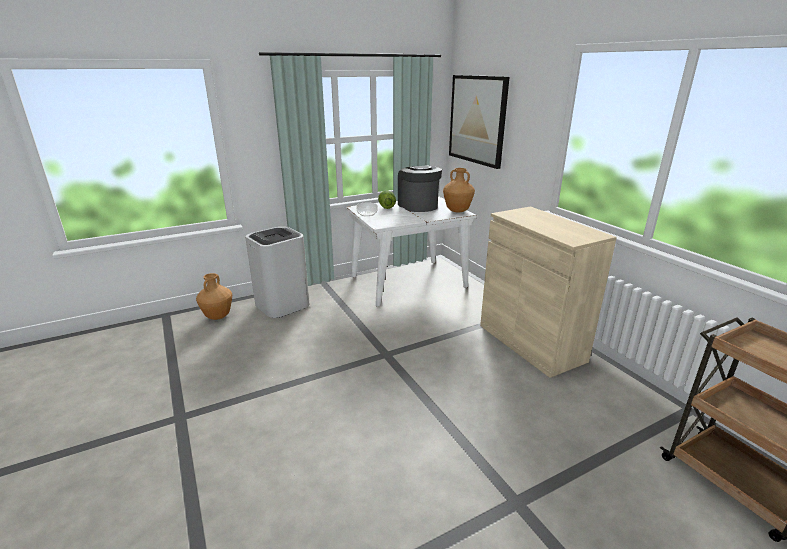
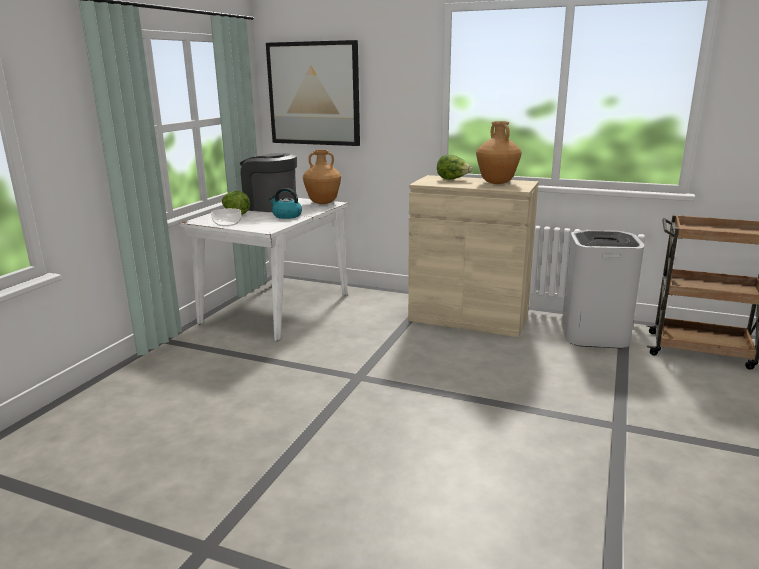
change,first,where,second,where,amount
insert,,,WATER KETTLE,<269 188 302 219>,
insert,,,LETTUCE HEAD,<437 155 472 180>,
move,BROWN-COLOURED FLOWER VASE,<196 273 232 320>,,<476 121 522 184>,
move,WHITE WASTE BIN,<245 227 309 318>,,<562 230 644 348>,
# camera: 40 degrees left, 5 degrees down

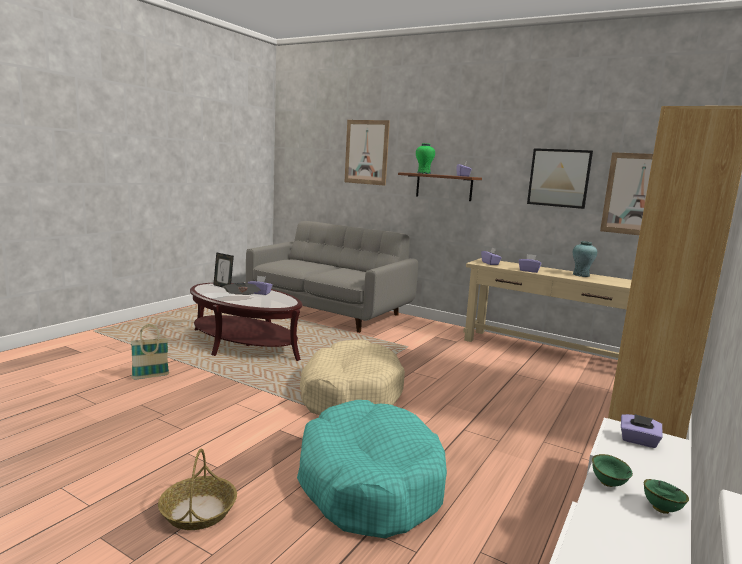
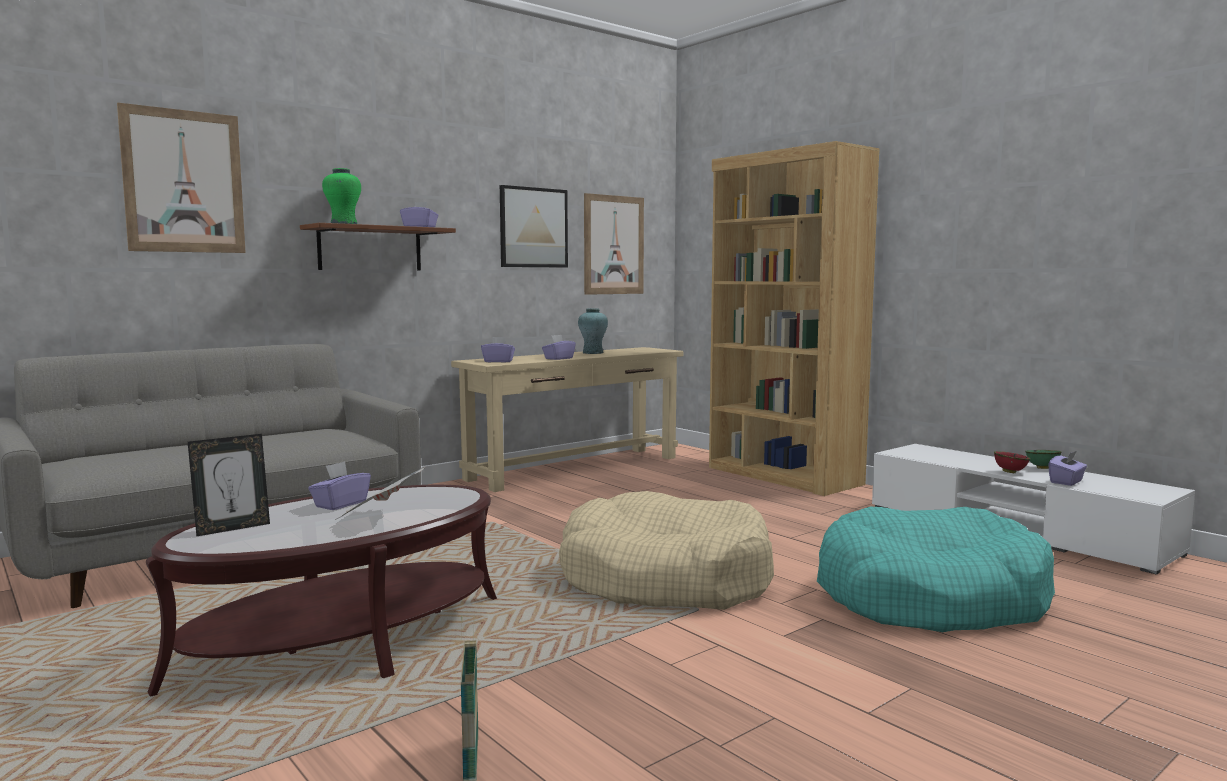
change,first,where,second,where,amount
delete,STORAGE BASKET,<158 449 237 530>,,,
move,PURPLISH BOX OF TISSUES,<621 414 663 448>,,<1048 451 1087 486>,
recolor,GREEN SERVING BOWL,<592 454 633 487>,REDDISH SERVING BOWL,<994 451 1031 473>,
# camera: 70 degrees left, 5 degrees down

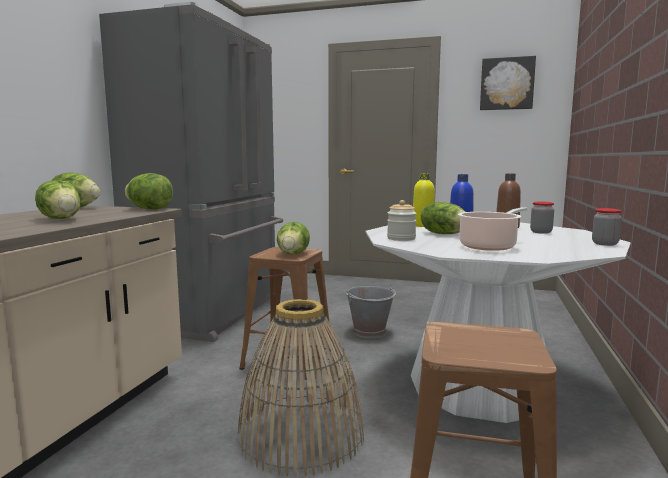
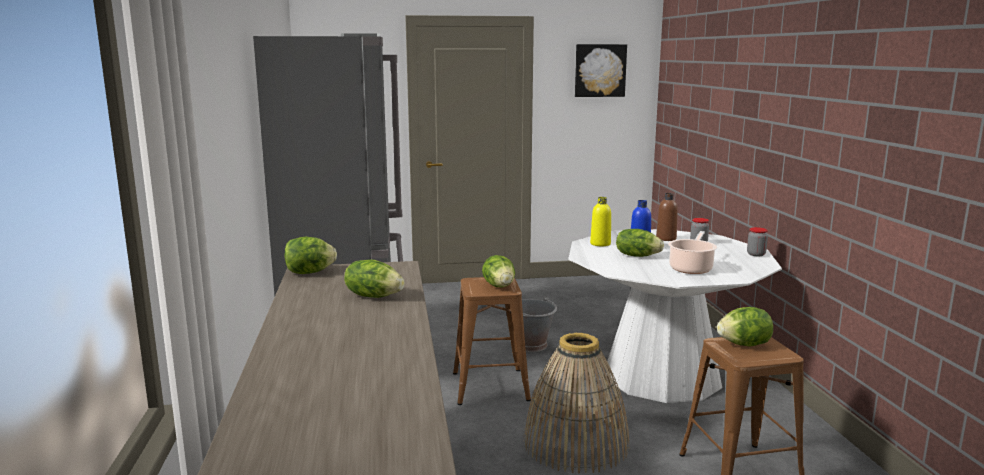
change,first,where,second,where,amount
delete,JAR,<387 200 417 241>,,,
move,LETTUCE HEAD,<124 173 173 210>,,<717 307 773 347>,
# camera: 25 degrees left, 5 degrees up

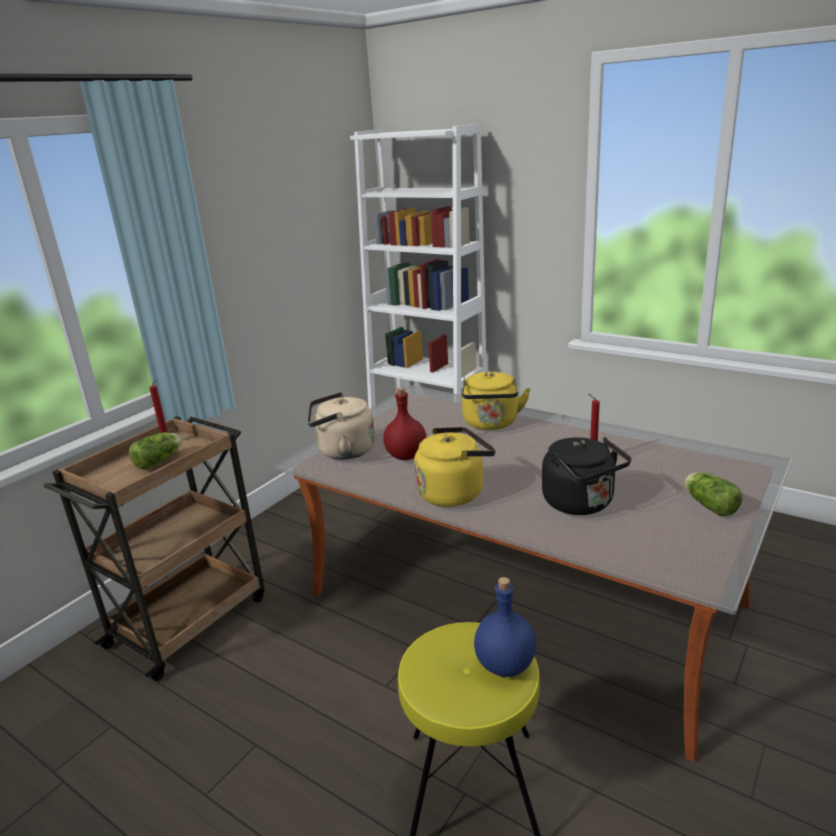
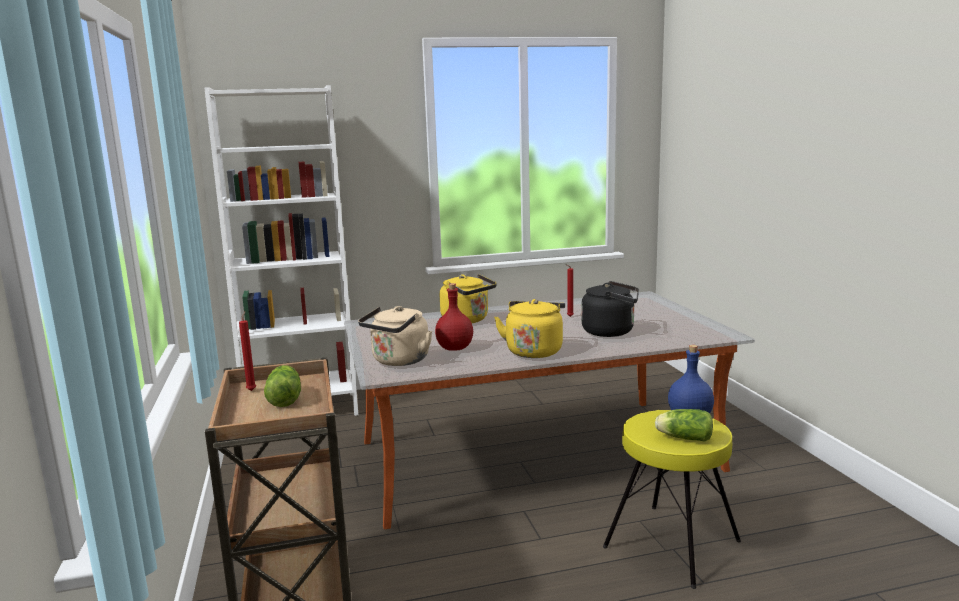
change,first,where,second,where,amount
move,LETTUCE HEAD,<684 472 743 516>,,<655 409 713 442>,
# camera: 50 degrees left, 10 degrees down

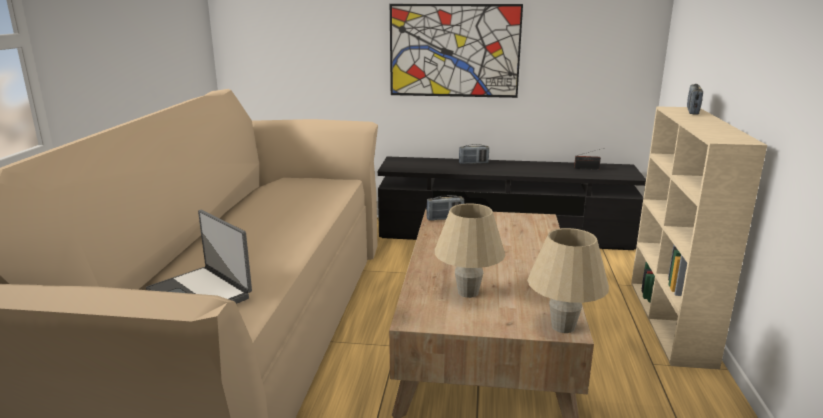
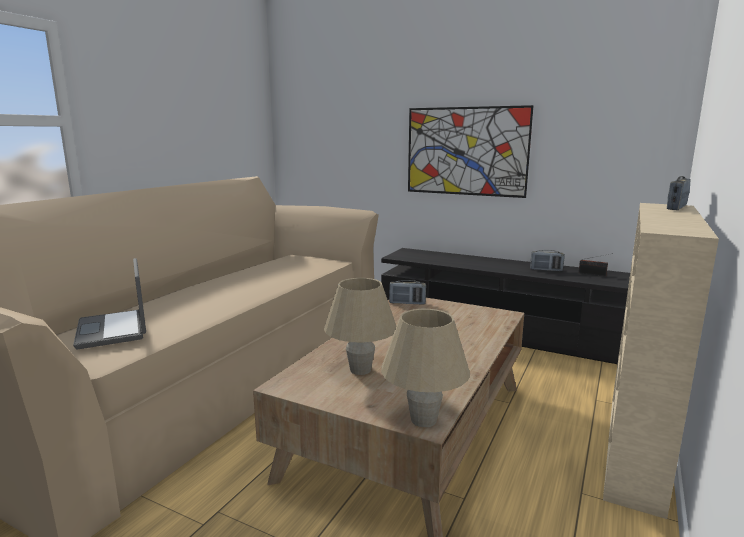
change,first,where,second,where,amount
move,RADIO SET,<459 144 489 164>,,<530 250 565 271>,
# camera: 20 degrees right, 5 degrees down

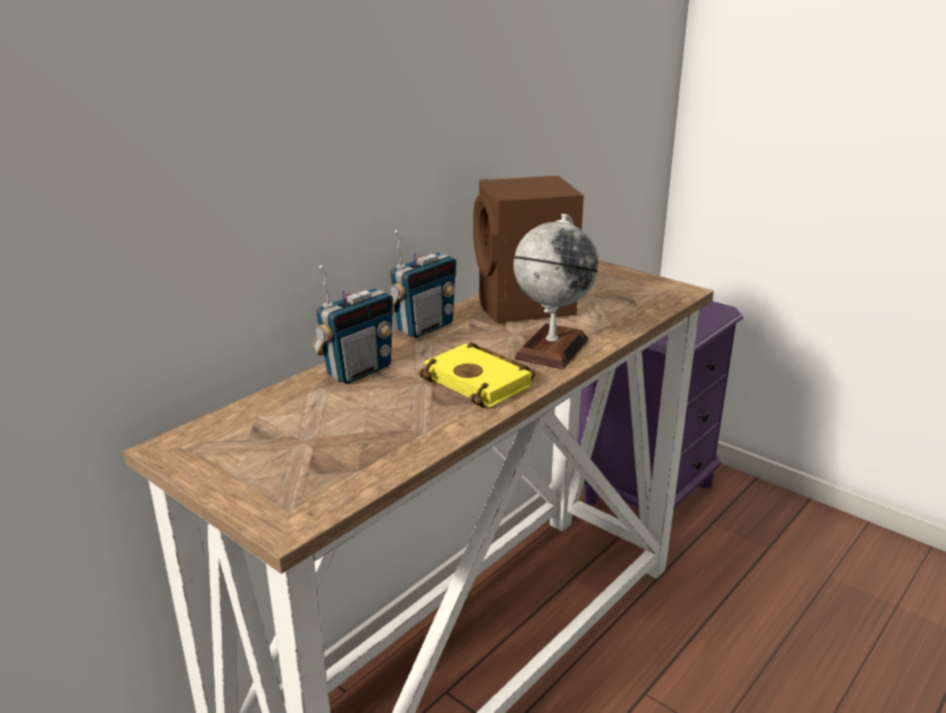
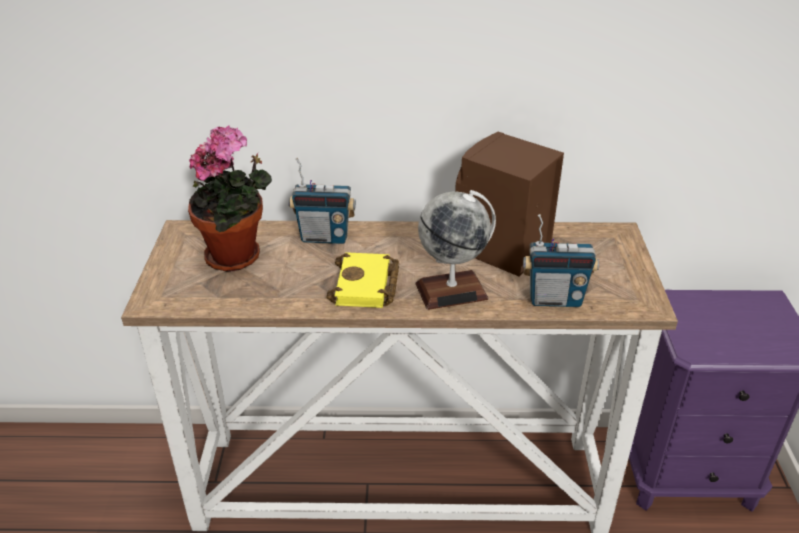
change,first,where,second,where,amount
insert,,,PLANT IN A POT,<188 125 272 272>,
move,RADIO SET,<390 230 456 338>,,<523 214 599 307>,
# camera: 50 degrees right, 10 degrees up

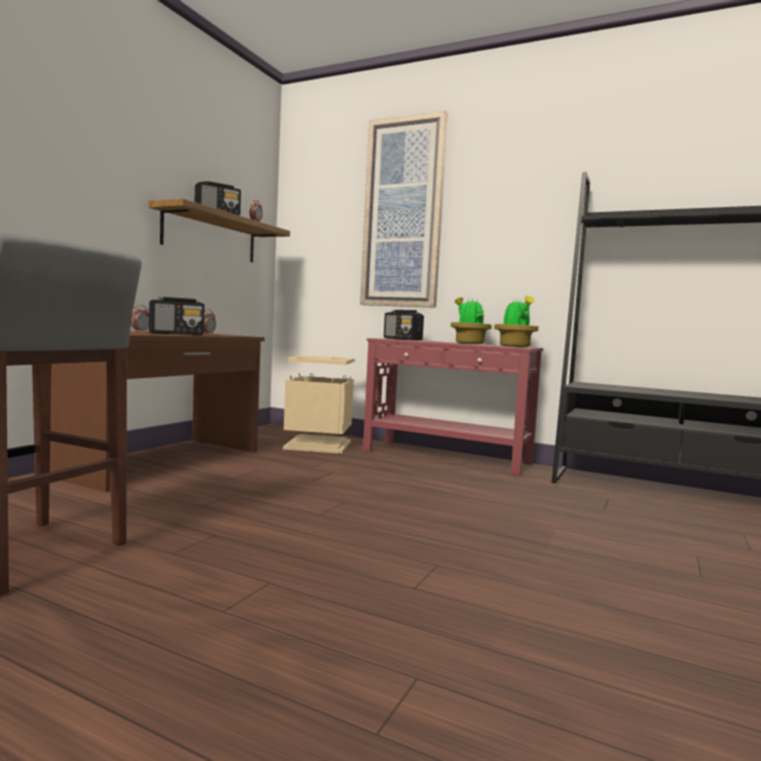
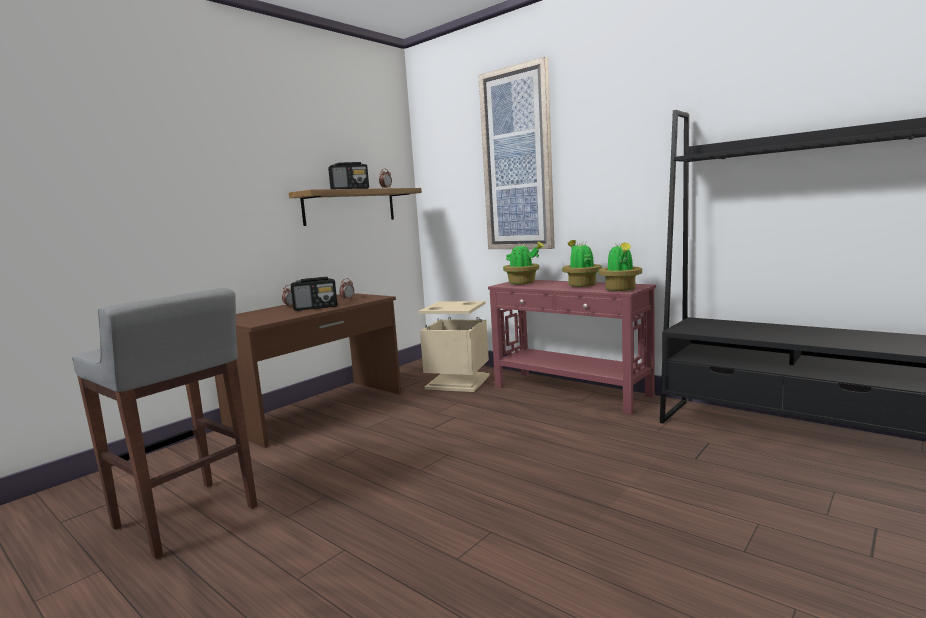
change,first,where,second,where,amount
replace,RADIO SET,<384 310 424 341>,PLANT IN A POT,<503 241 544 284>,
# camera: 15 degrees right, 5 degrees up

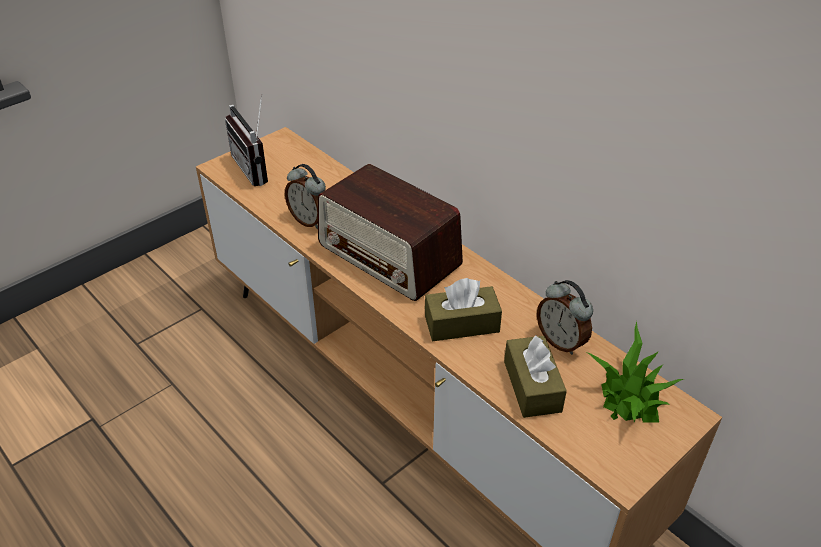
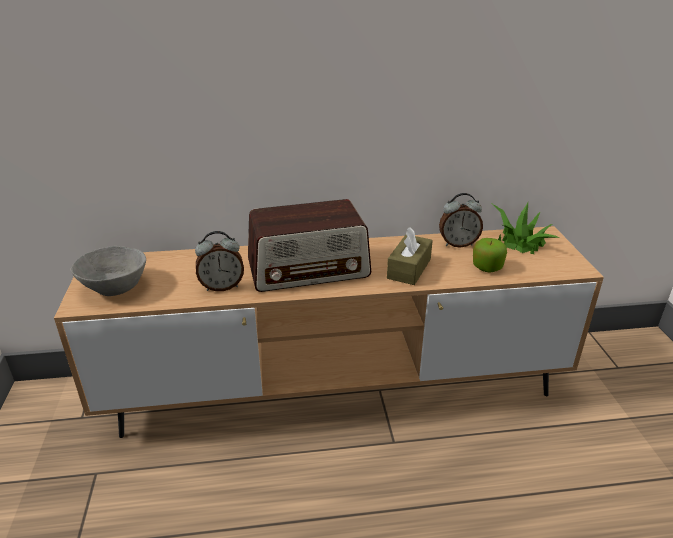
change,first,where,second,where,amount
replace,RADIO SET,<225 94 268 186>,GREY SERVING BOWL,<70 246 146 296>,
replace,BROWN-COLOURED BOX OF TISSUES,<504 335 567 418>,APPLE FRUIT,<473 238 507 273>,
# camera: 55 degrees left, 10 degrees down

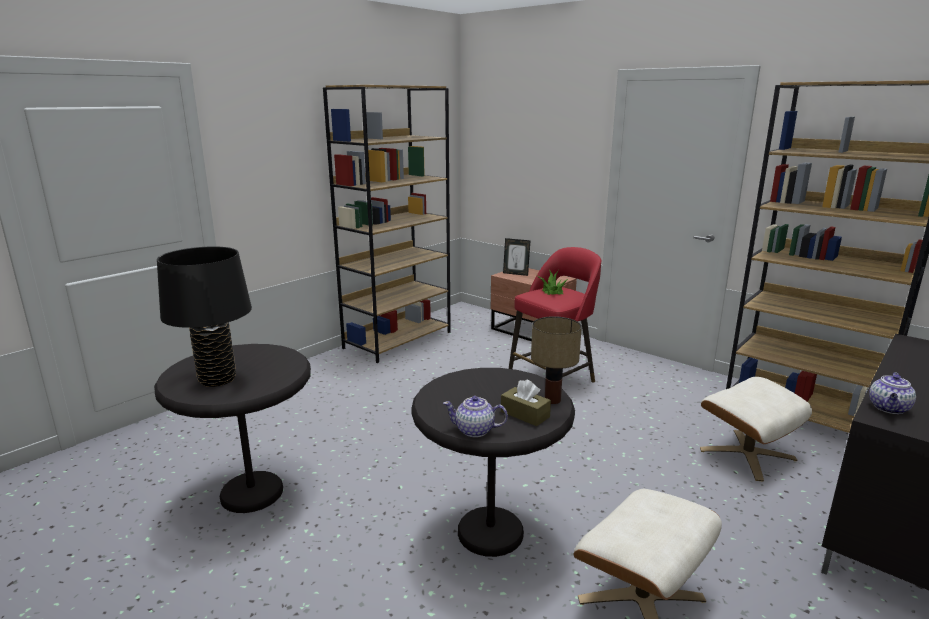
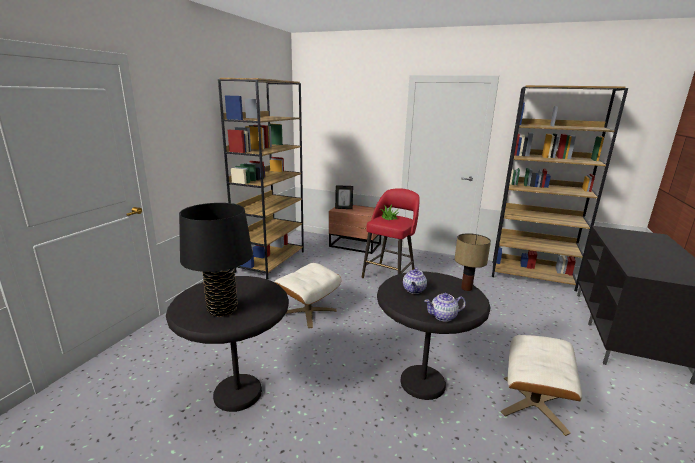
change,first,where,second,where,amount
delete,BROWN-COLOURED BOX OF TISSUES,<501 379 551 426>,,,
move,BEIGE FOOTREST,<700 377 812 482>,,<274 263 341 328>,
move,POT FOR TEA,<869 372 916 414>,,<403 267 427 294>,
# camera: 20 degrees left, 0 degrees up

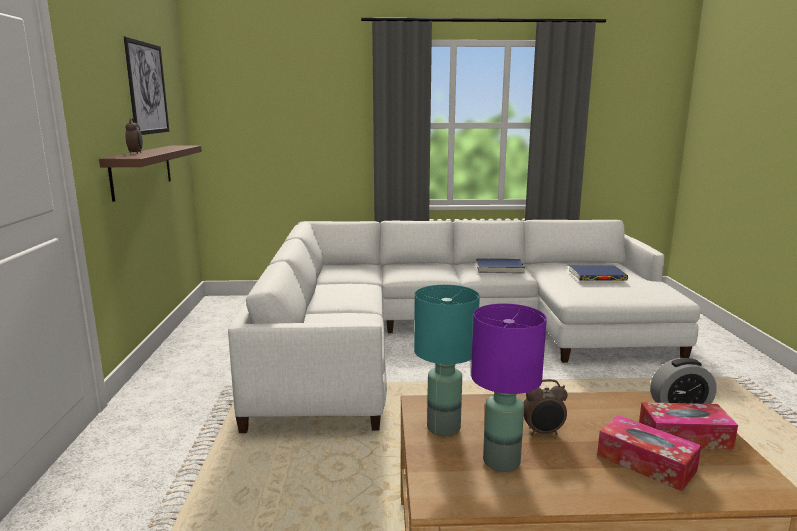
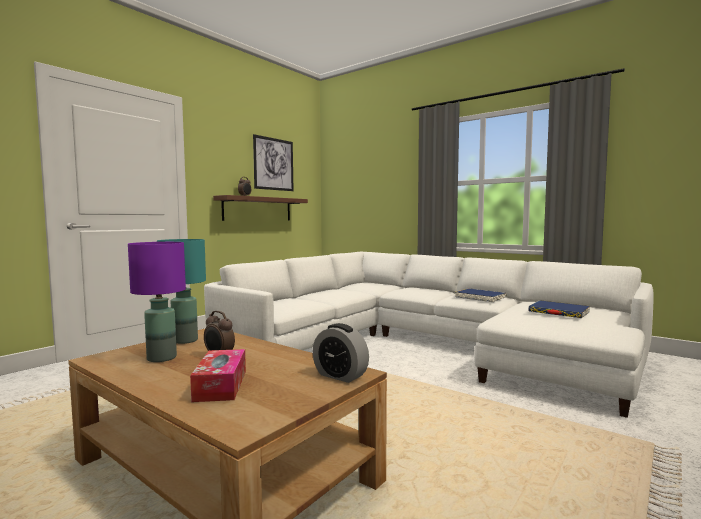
change,first,where,second,where,amount
delete,BOX OF TISSUES,<639 402 738 449>,,,
# camera: 40 degrees right, 10 degrees down

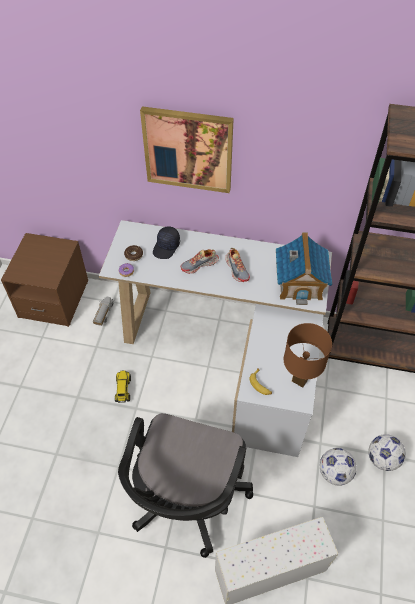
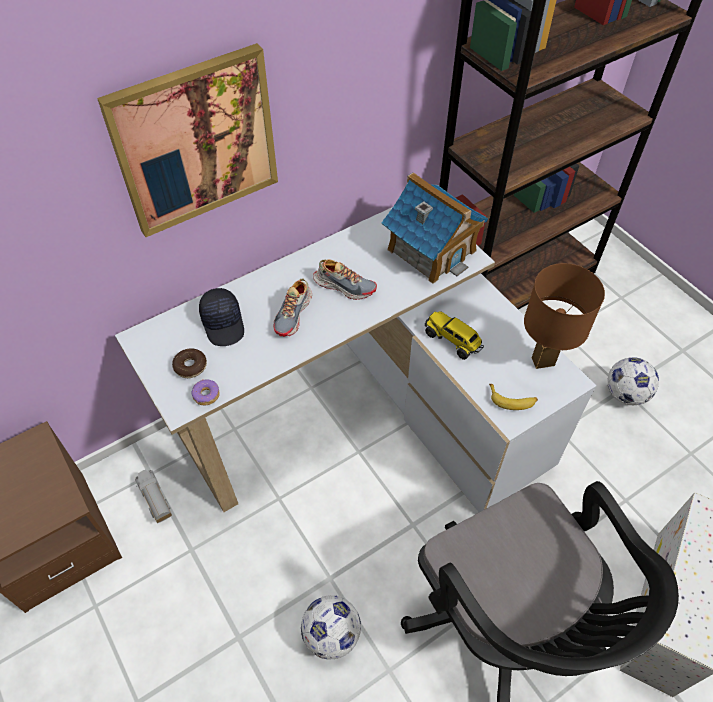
change,first,where,second,where,amount
move,MODEL TRUCK,<115 371 131 403>,,<425 311 484 360>,
move,FOOTBALL BALL,<320 448 357 486>,,<301 595 361 660>,
# camera: 45 degrees left, 0 degrees up

